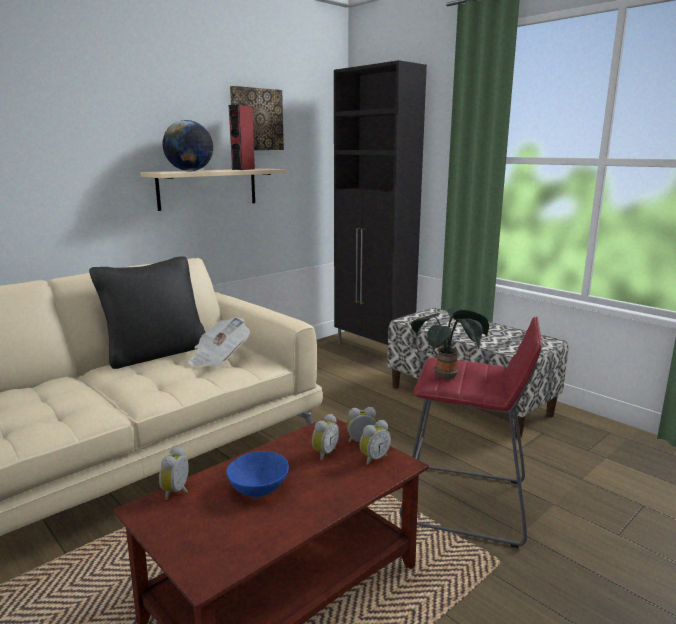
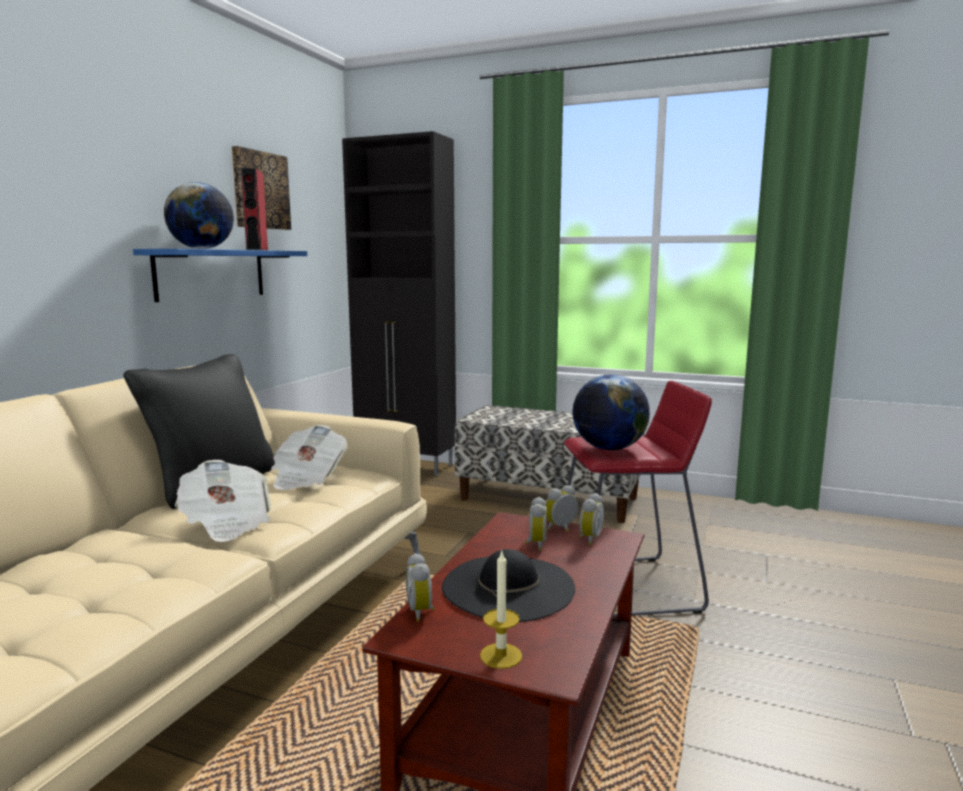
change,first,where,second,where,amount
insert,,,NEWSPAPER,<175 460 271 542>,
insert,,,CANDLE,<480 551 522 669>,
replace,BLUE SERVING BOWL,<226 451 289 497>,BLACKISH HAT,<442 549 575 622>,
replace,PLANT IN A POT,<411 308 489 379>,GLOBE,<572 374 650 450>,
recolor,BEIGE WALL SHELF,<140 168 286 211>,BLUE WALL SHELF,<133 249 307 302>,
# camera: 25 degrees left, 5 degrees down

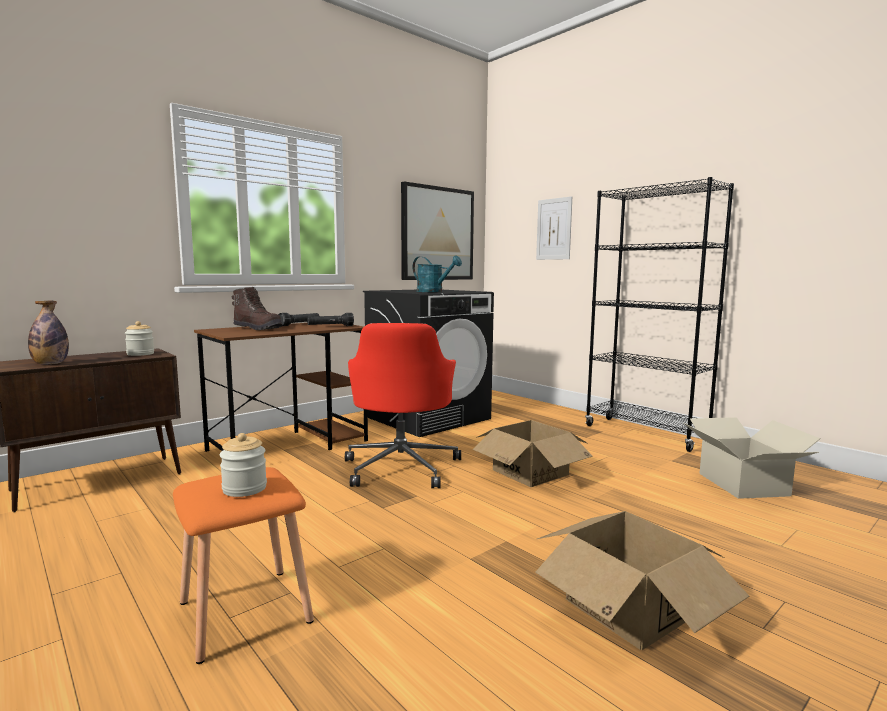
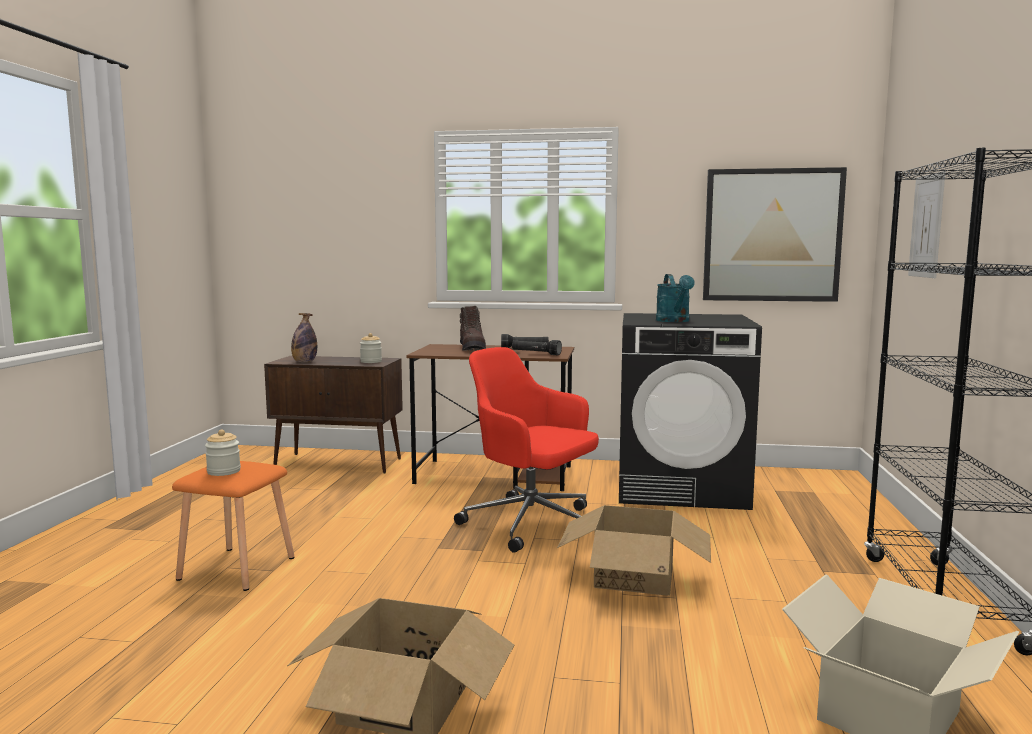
change,first,where,second,where,amount
rotate,REDDISH OFFICE CHAIR,<345 323 461 488>,,<454 347 599 553>,75 degrees clockwise
# camera: 50 degrees right, 0 degrees up

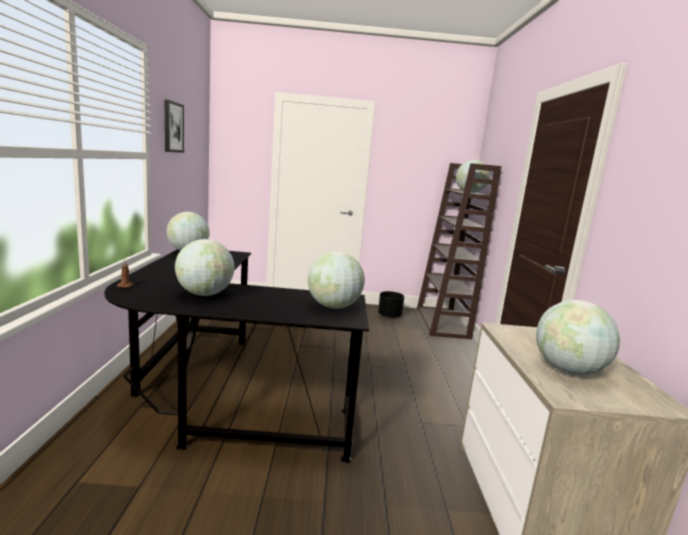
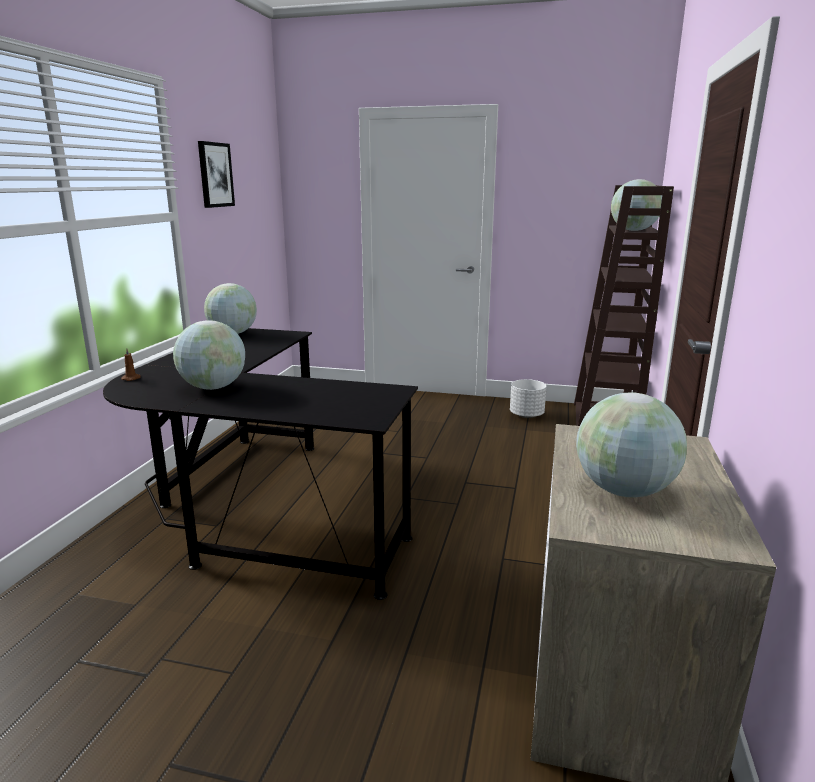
change,first,where,second,where,amount
delete,GLOBE,<308 252 365 309>,,,
recolor,BLACKISH PLANT POT,<378 291 404 319>,WHITE PLANT POT,<510 379 547 418>,
# camera: 15 degrees right, 5 degrees up

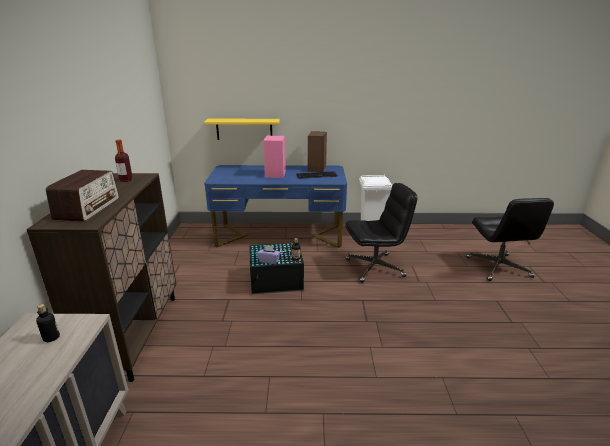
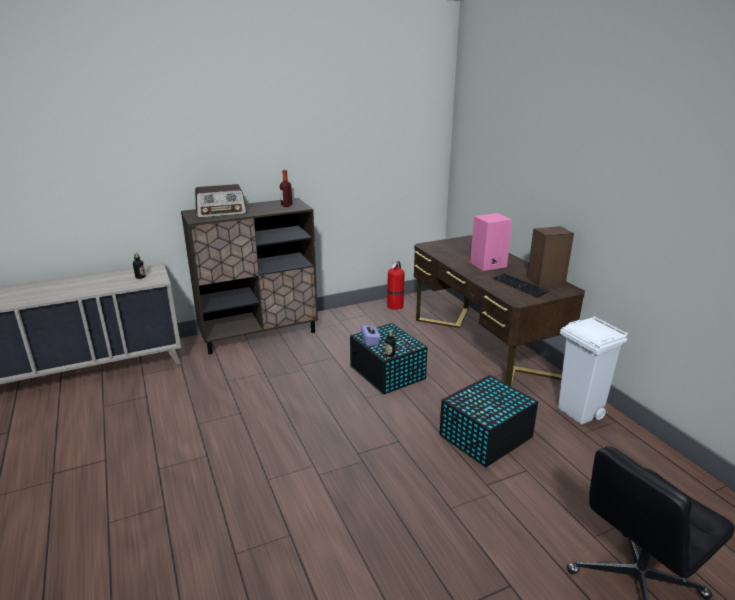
change,first,where,second,where,amount
delete,YELLOWISH WALL SHELF,<204 119 280 140>,,,
insert,,,FIRE-FIGHTING CYLINDER,<387 261 405 310>,
replace,BLACKISH OFFICE CHAIR,<345 183 418 283>,BLACKISH STORAGE BOX,<439 375 538 468>,
recolor,BLUE DESK TABLE,<204 165 347 248>,BROWN-COLOURED DESK TABLE,<414 235 585 387>,
# camera: 65 degrees right, 0 degrees up

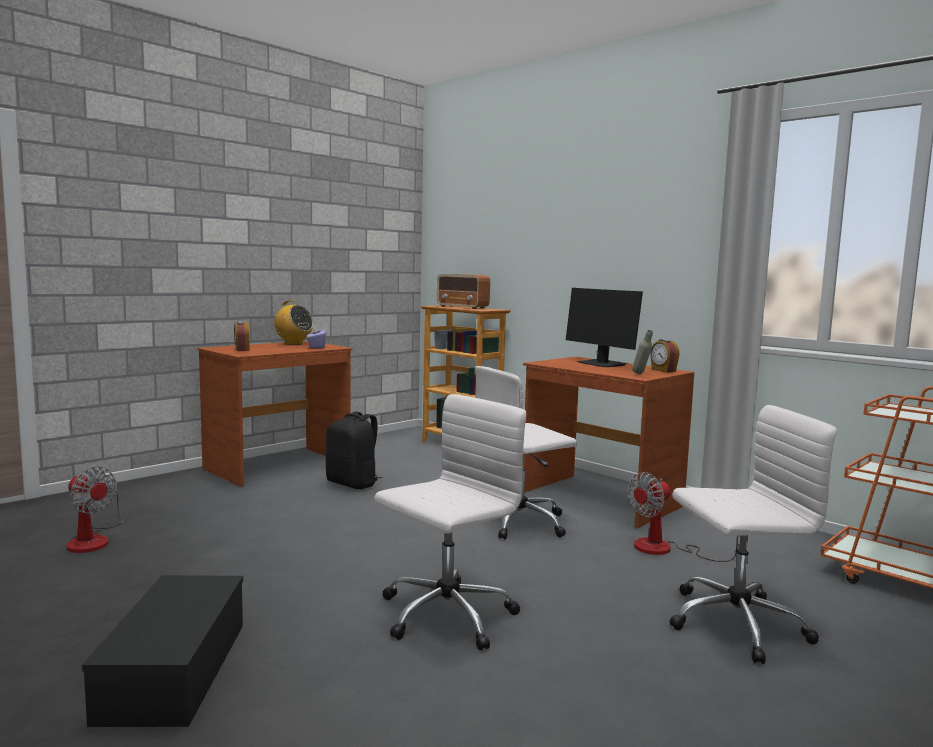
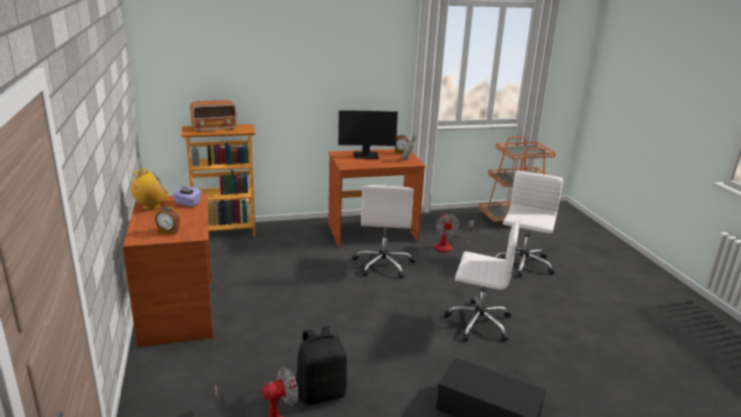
change,first,where,second,where,amount
move,BLACKISH RUCKSACK,<325 411 382 489>,,<296 326 347 405>,
rotate,WHITE OFFICE CHAIR,<374 394 526 651>,,<444 219 520 342>,120 degrees clockwise
# camera: 60 degrees left, 15 degrees up

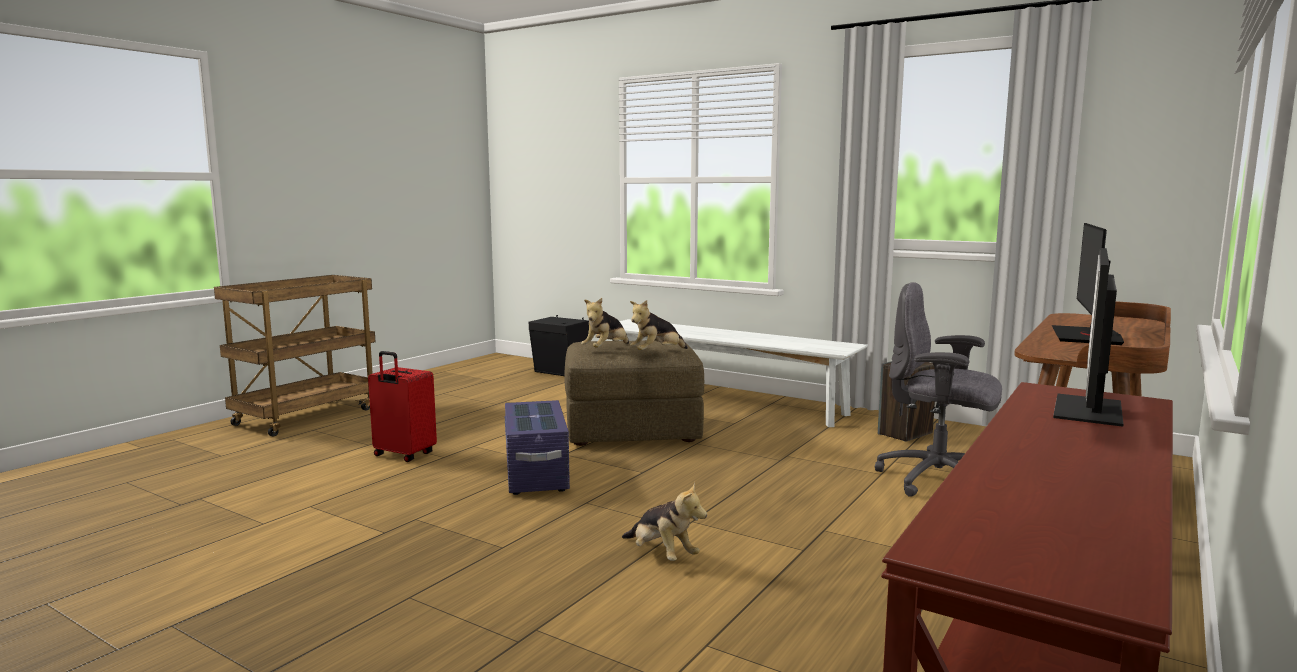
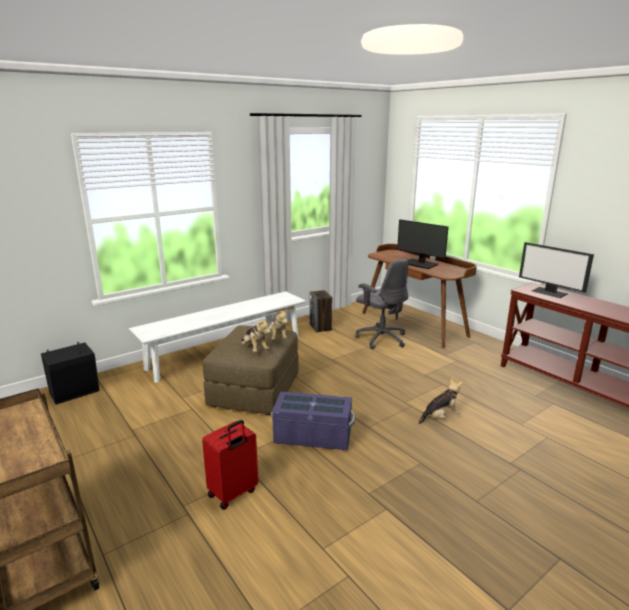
change,first,where,second,where,amount
rotate,GREY OFFICE CHAIR,<875 282 1002 497>,,<355 259 408 349>,90 degrees counterclockwise
# camera: 70 degrees left, 10 degrees up

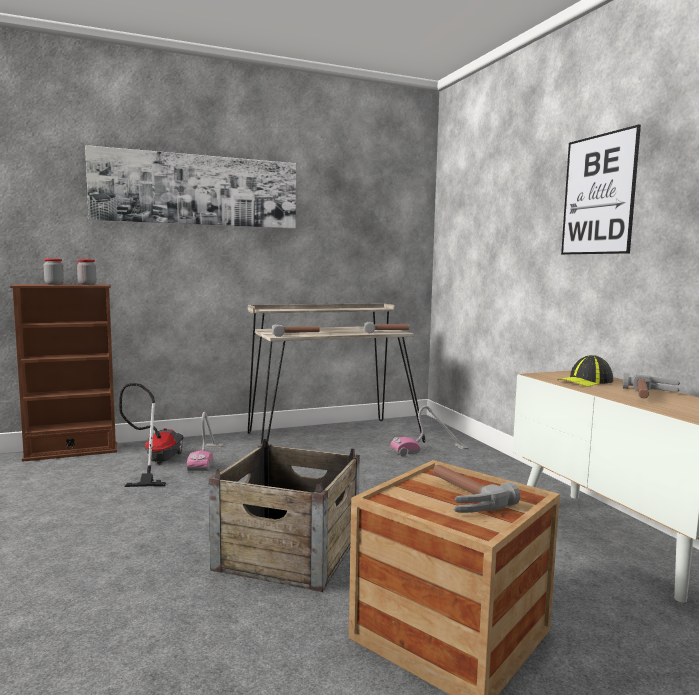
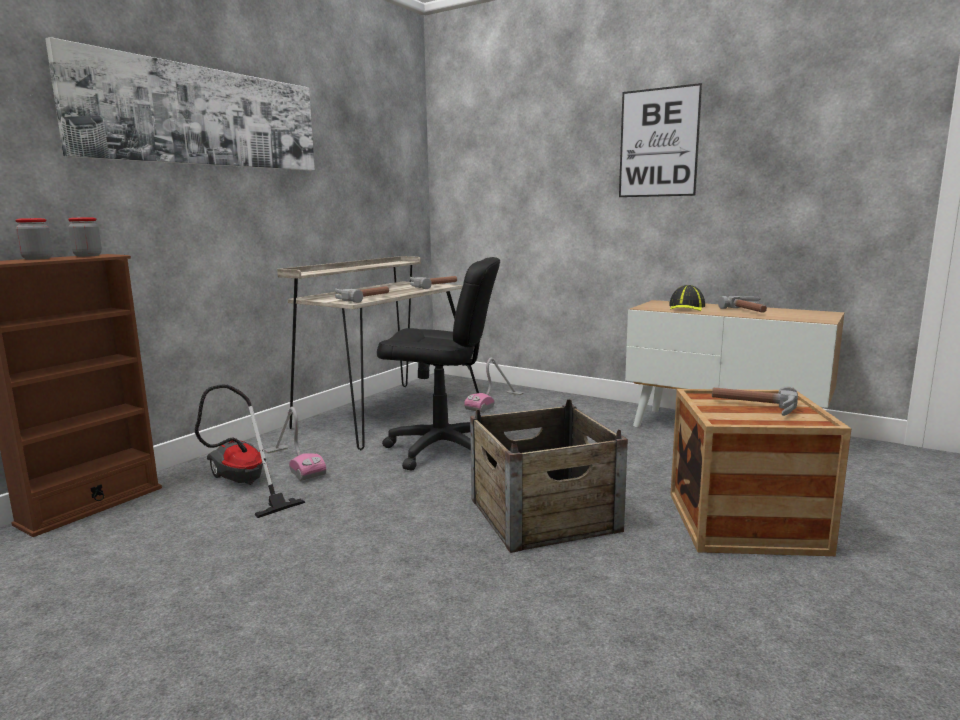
change,first,where,second,where,amount
insert,,,BLACKISH OFFICE CHAIR,<377 257 500 471>,
# camera: 35 degrees left, 5 degrees up

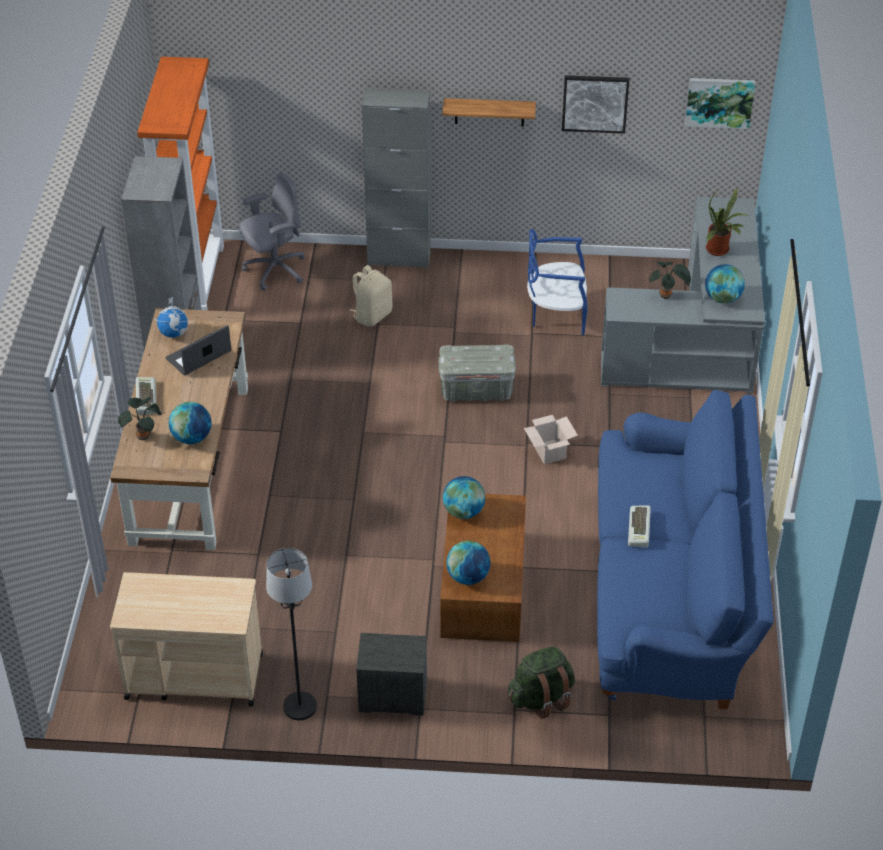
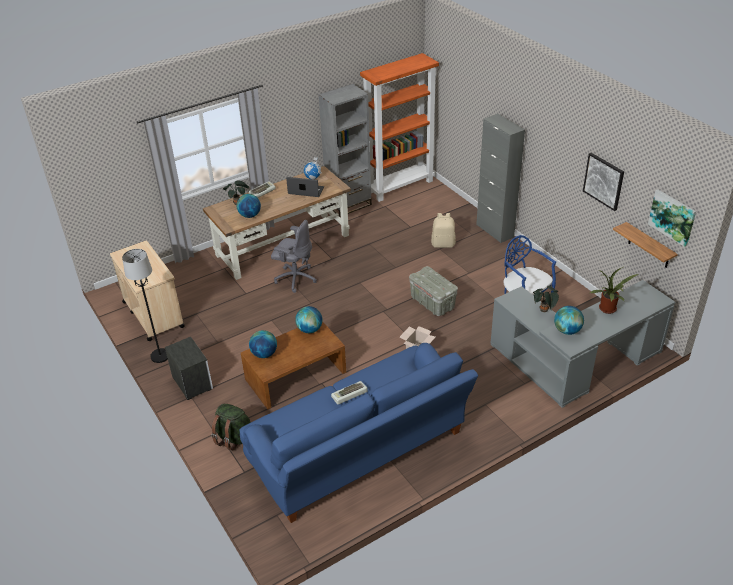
change,first,where,second,where,amount
move,GREY OFFICE CHAIR,<239 173 305 291>,,<271 220 317 293>,
move,WALL SHELF,<442 98 536 127>,,<613 222 678 268>,
# camera: 55 degrees right, 5 degrees down

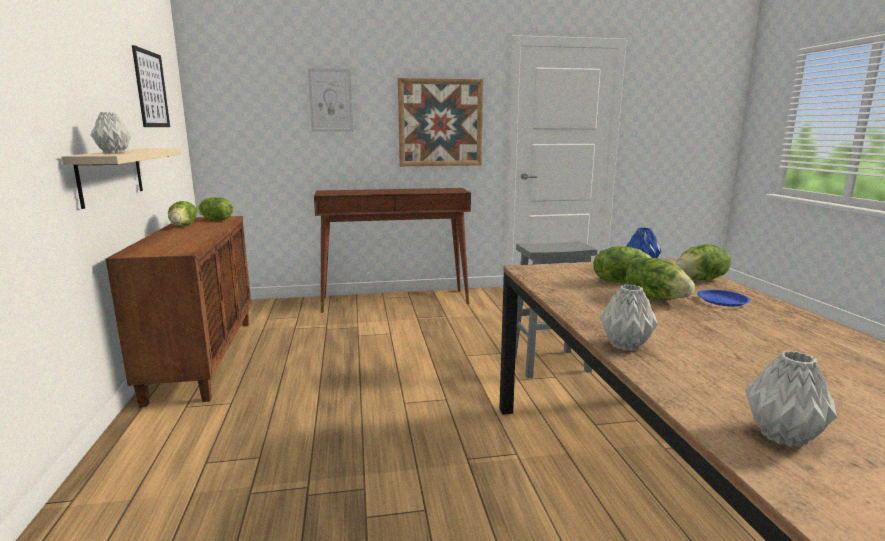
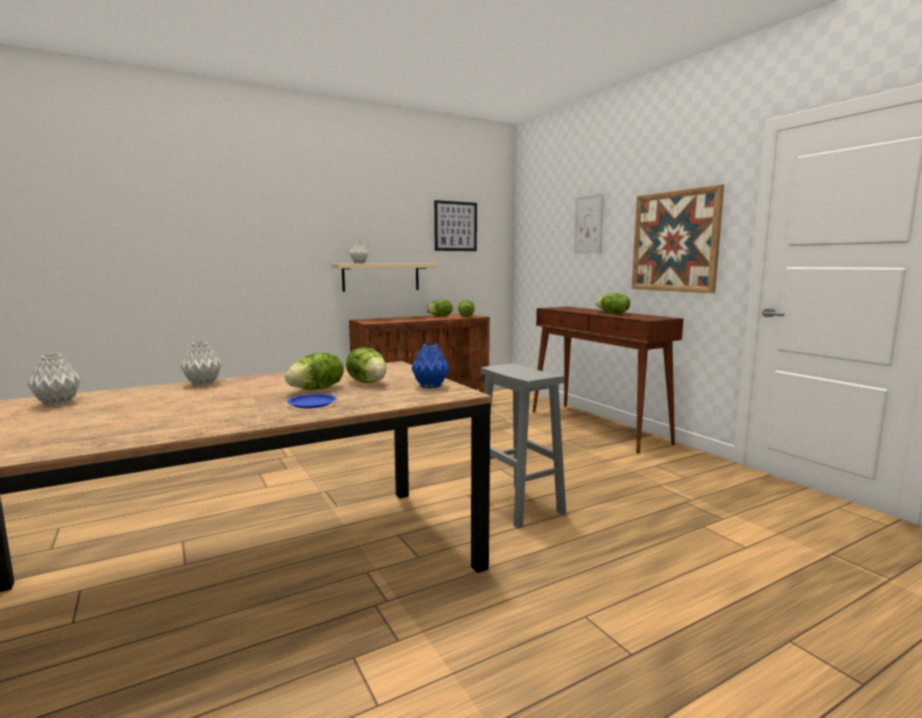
change,first,where,second,where,amount
move,LETTUCE HEAD,<675 244 731 280>,,<596 293 630 314>,
# camera: 70 degrees right, 5 degrees down

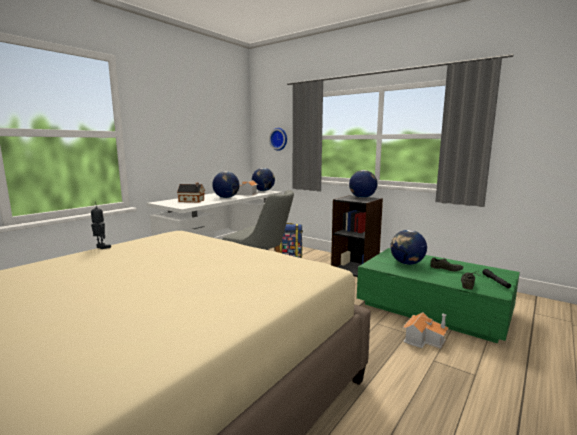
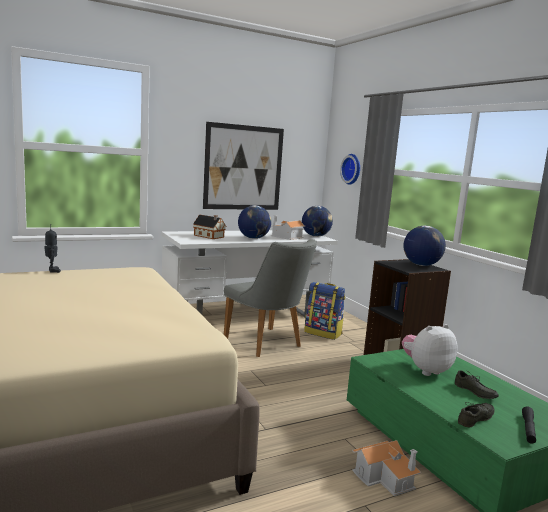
change,first,where,second,where,amount
insert,,,WALL ART,<203 122 284 210>,
replace,GLOBE,<390 230 427 265>,PLUSH TOY,<402 324 458 376>,
# camera: 25 degrees right, 0 degrees up

